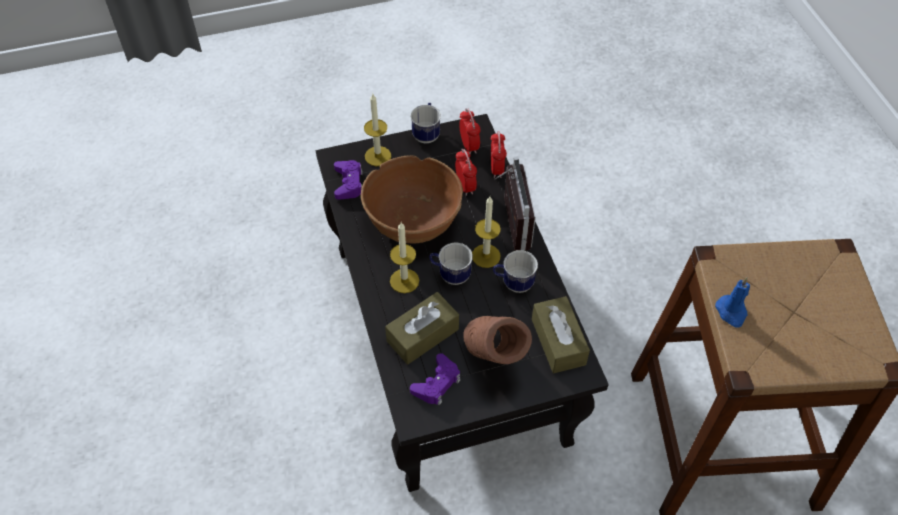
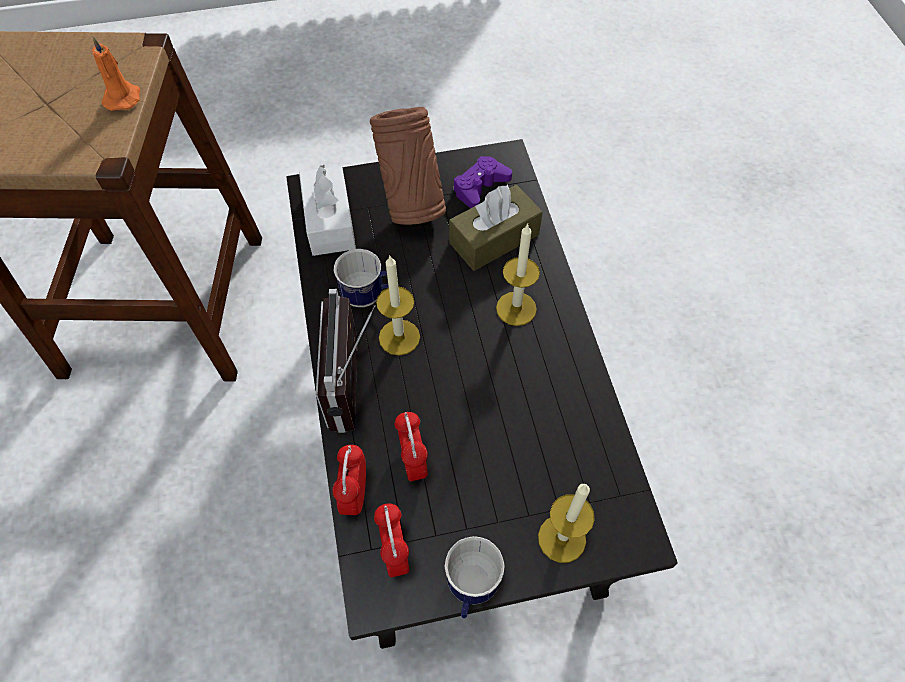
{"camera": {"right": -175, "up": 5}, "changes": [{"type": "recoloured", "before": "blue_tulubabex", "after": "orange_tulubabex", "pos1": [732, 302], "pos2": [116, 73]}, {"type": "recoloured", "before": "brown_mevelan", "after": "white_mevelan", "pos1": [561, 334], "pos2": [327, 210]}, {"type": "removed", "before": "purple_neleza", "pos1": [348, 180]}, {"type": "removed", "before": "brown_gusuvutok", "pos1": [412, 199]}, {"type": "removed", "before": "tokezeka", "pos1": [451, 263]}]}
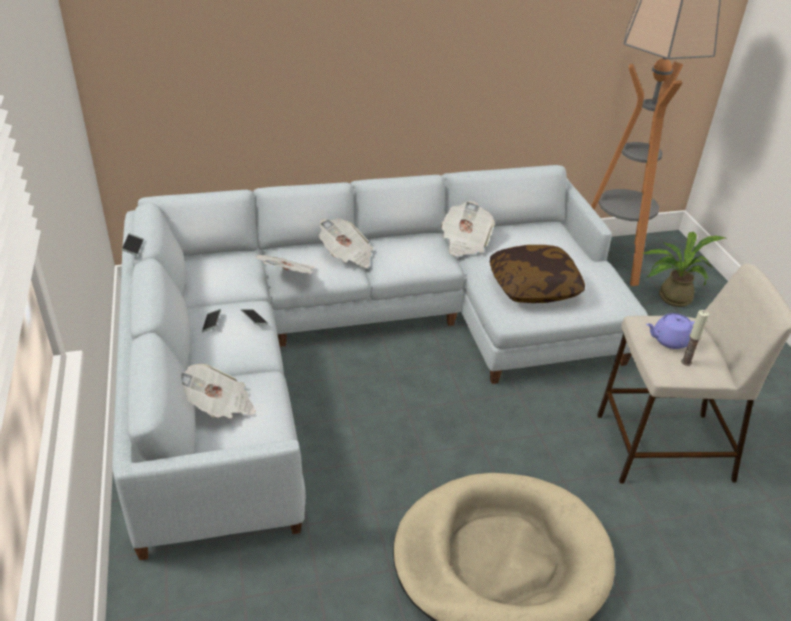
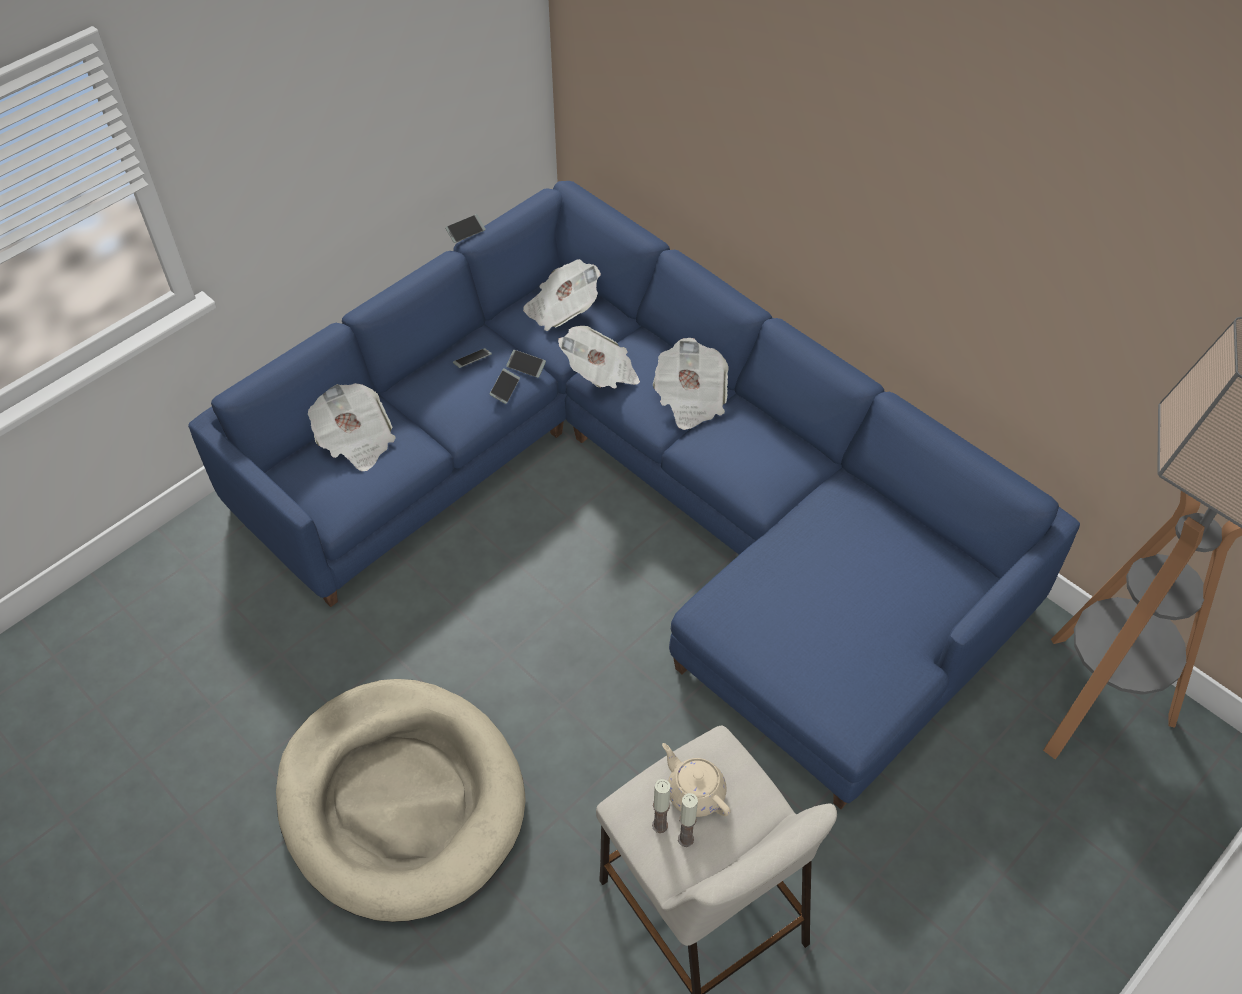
{"camera": {"right": 60, "up": 15}, "changes": [{"type": "recoloured", "before": "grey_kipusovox", "after": "blue_kipusovox", "pos1": [380, 362], "pos2": [634, 495]}, {"type": "added", "after": "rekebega", "pos2": [526, 364]}, {"type": "moved", "before": "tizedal", "pos1": [468, 228], "pos2": [562, 295]}, {"type": "recoloured", "before": "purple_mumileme", "after": "beige_mumileme", "pos1": [670, 331], "pos2": [696, 780]}, {"type": "added", "after": "tulubabex", "pos2": [688, 820]}, {"type": "removed", "before": "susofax", "pos1": [537, 274]}, {"type": "removed", "before": "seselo", "pos1": [684, 269]}]}
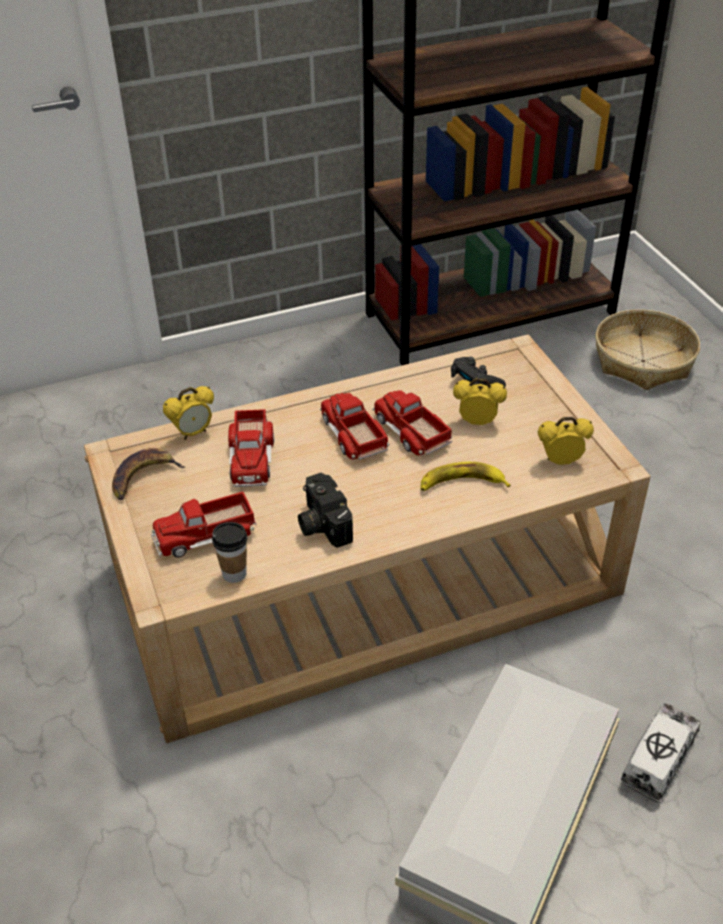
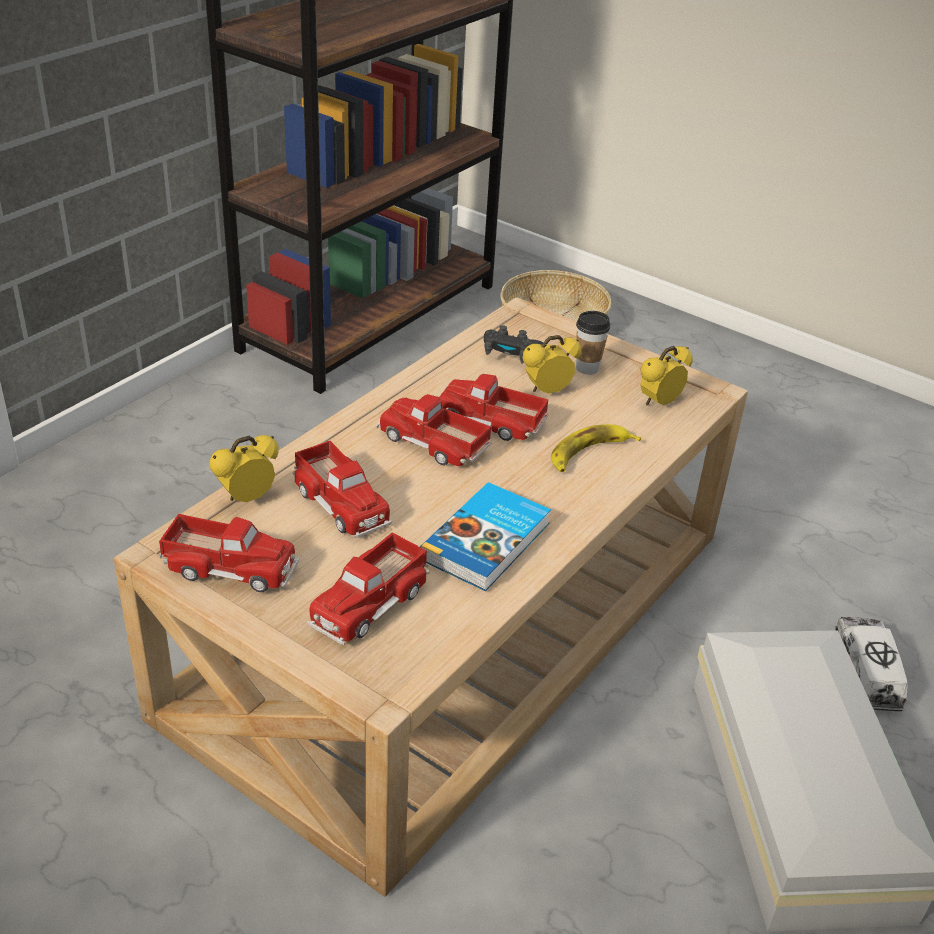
{"camera": {"right": -35, "up": -5}, "changes": [{"type": "replaced", "before": "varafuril", "after": "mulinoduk", "pos1": [148, 474], "pos2": [229, 553]}, {"type": "turned", "before": "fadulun", "pos1": [188, 413], "pos2": [244, 468], "turn": -150}, {"type": "replaced", "before": "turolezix", "after": "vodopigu", "pos1": [325, 510], "pos2": [485, 536]}, {"type": "moved", "before": "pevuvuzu", "pos1": [229, 552], "pos2": [593, 343]}]}
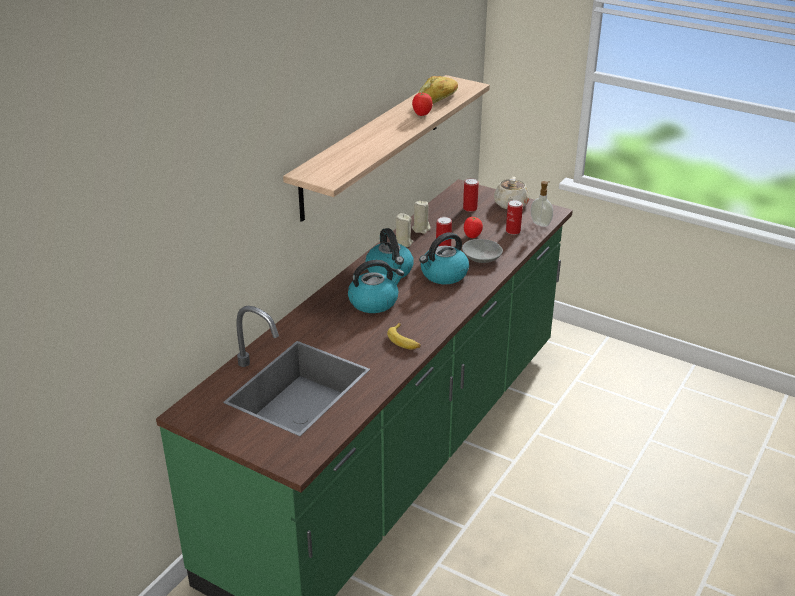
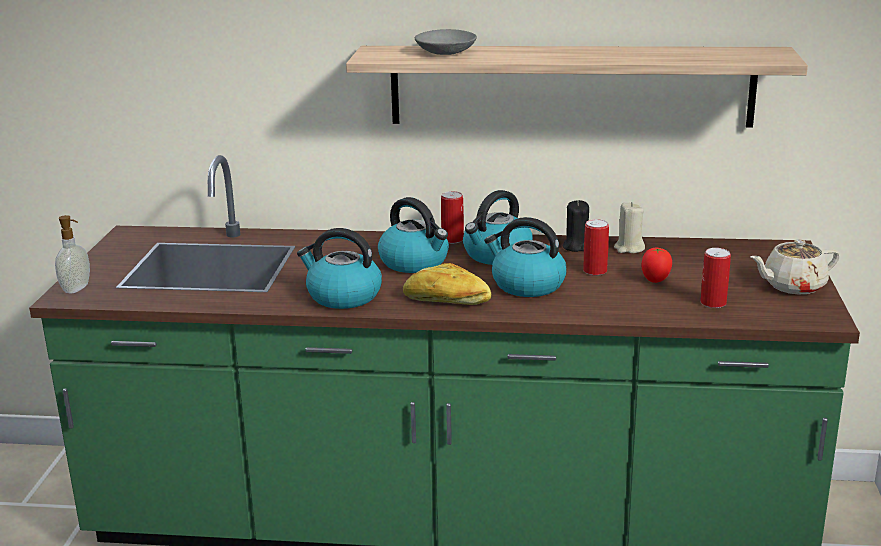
{"camera": {"right": 65, "up": -10}, "changes": [{"type": "moved", "before": "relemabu", "pos1": [542, 204], "pos2": [72, 254]}, {"type": "replaced", "before": "varafuril", "after": "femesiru", "pos1": [404, 336], "pos2": [339, 268]}, {"type": "moved", "before": "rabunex", "pos1": [438, 90], "pos2": [447, 284]}, {"type": "moved", "before": "grey_gusuvutok", "pos1": [482, 251], "pos2": [446, 42]}, {"type": "moved", "before": "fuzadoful", "pos1": [470, 195], "pos2": [452, 217]}, {"type": "recoloured", "before": "beige_tulubabex", "after": "black_tulubabex", "pos1": [404, 230], "pos2": [576, 226]}, {"type": "removed", "before": "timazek", "pos1": [422, 104]}]}
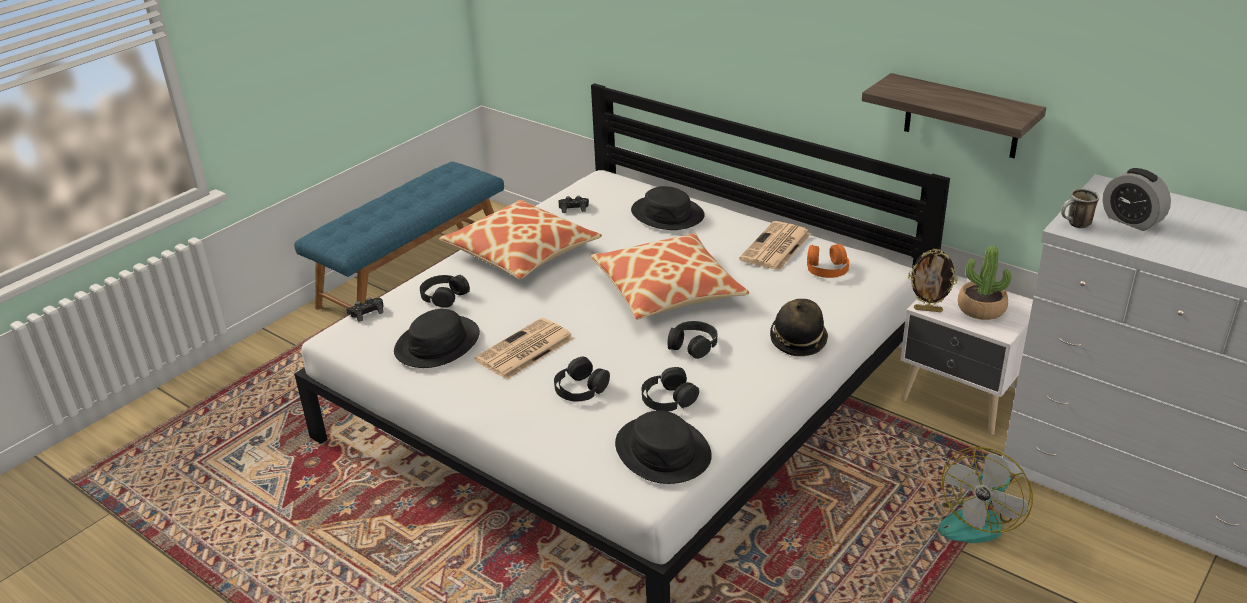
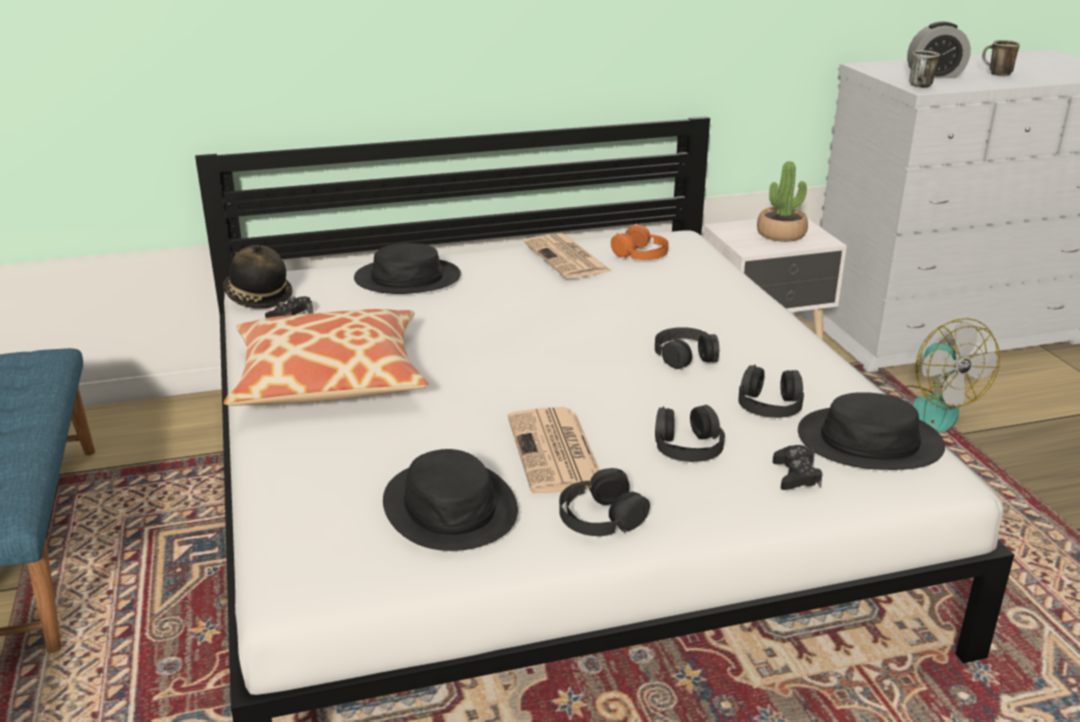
{"camera": {"right": -55, "up": -5}, "changes": [{"type": "moved", "before": "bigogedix", "pos1": [799, 327], "pos2": [258, 277]}, {"type": "moved", "before": "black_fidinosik", "pos1": [445, 291], "pos2": [604, 502]}, {"type": "moved", "before": "black_neleza", "pos1": [365, 309], "pos2": [798, 467]}, {"type": "added", "after": "tokezeka", "pos2": [1001, 58]}, {"type": "removed", "before": "susofax", "pos1": [669, 276]}, {"type": "removed", "before": "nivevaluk", "pos1": [954, 115]}, {"type": "removed", "before": "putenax", "pos1": [933, 280]}]}
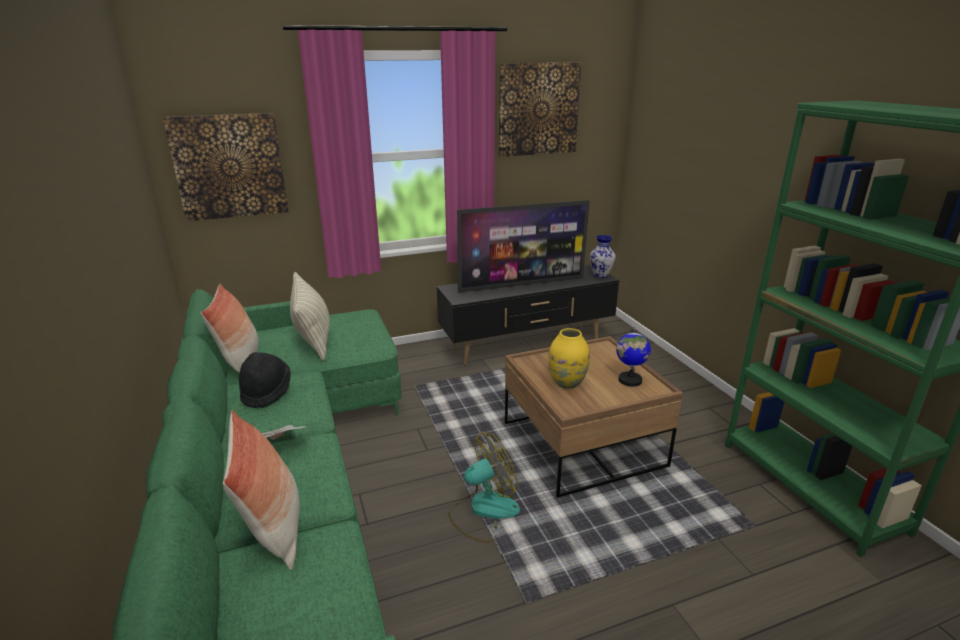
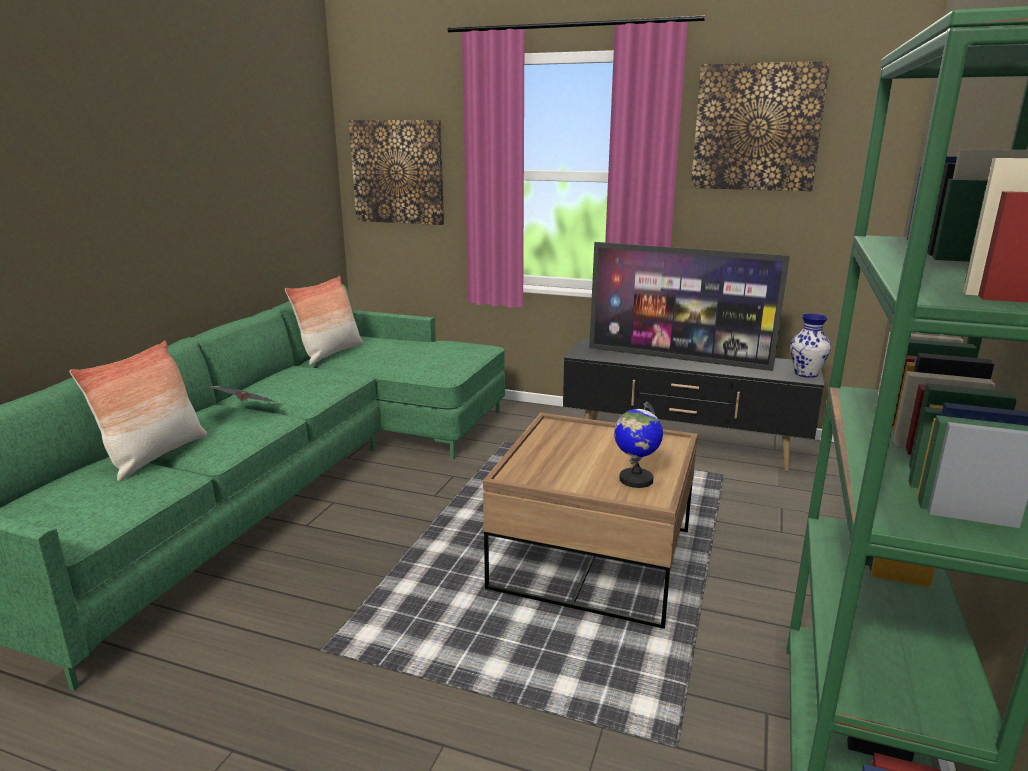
{"camera": {"right": 40, "up": -5}, "changes": [{"type": "removed", "before": "black_bigogedix", "pos1": [265, 380]}, {"type": "removed", "before": "susofax", "pos1": [310, 316]}, {"type": "removed", "before": "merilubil", "pos1": [484, 487]}, {"type": "removed", "before": "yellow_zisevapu", "pos1": [569, 358]}]}
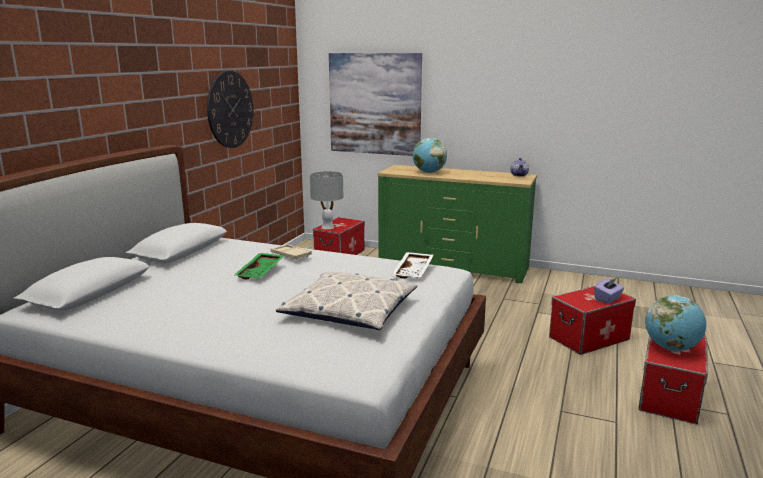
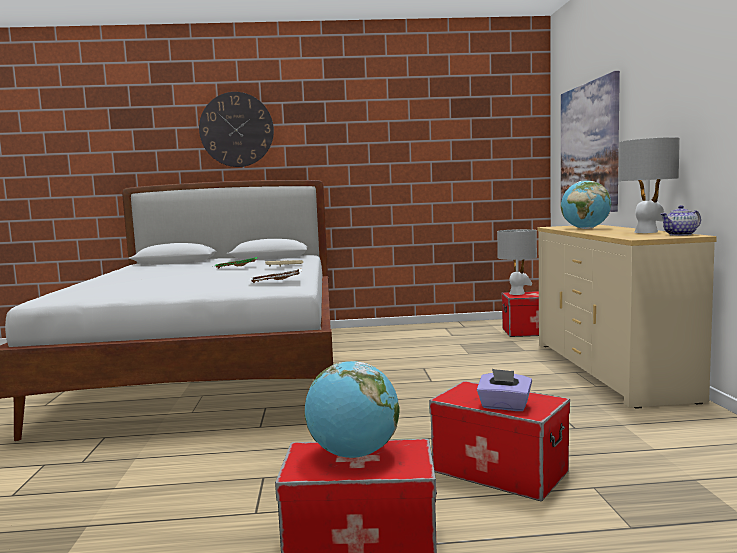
{"camera": {"right": 65, "up": -10}, "changes": [{"type": "moved", "before": "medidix", "pos1": [230, 109], "pos2": [236, 129]}, {"type": "recoloured", "before": "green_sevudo", "after": "beige_sevudo", "pos1": [457, 224], "pos2": [627, 317]}, {"type": "added", "after": "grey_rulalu", "pos2": [649, 185]}, {"type": "removed", "before": "susofax", "pos1": [346, 301]}]}
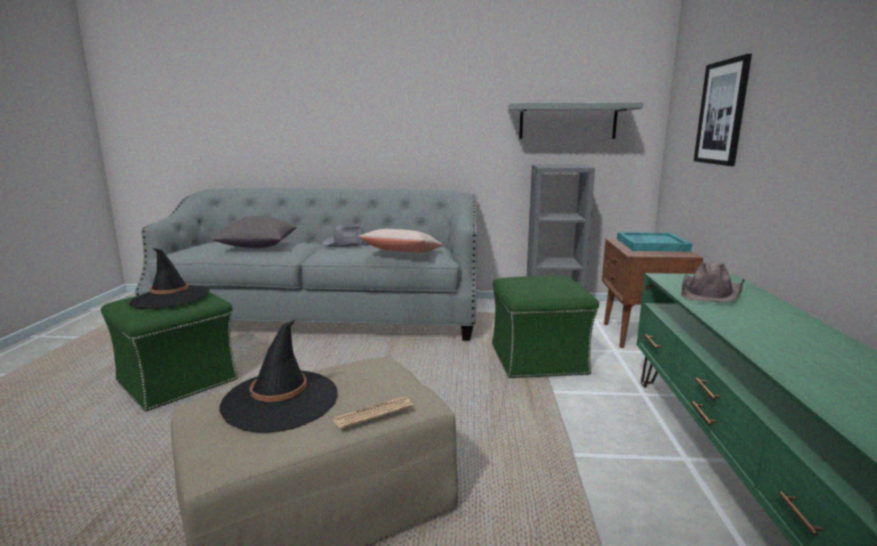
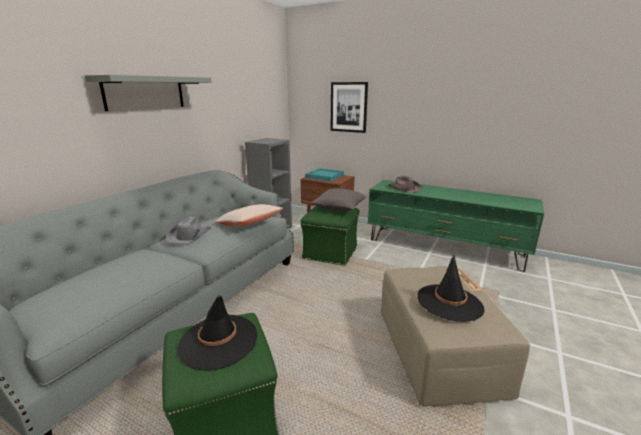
{"camera": {"right": -65, "up": 5}, "changes": [{"type": "moved", "before": "grey_nivevaluk", "pos1": [575, 120], "pos2": [148, 93]}, {"type": "moved", "before": "grey_susofax", "pos1": [254, 232], "pos2": [339, 199]}]}
